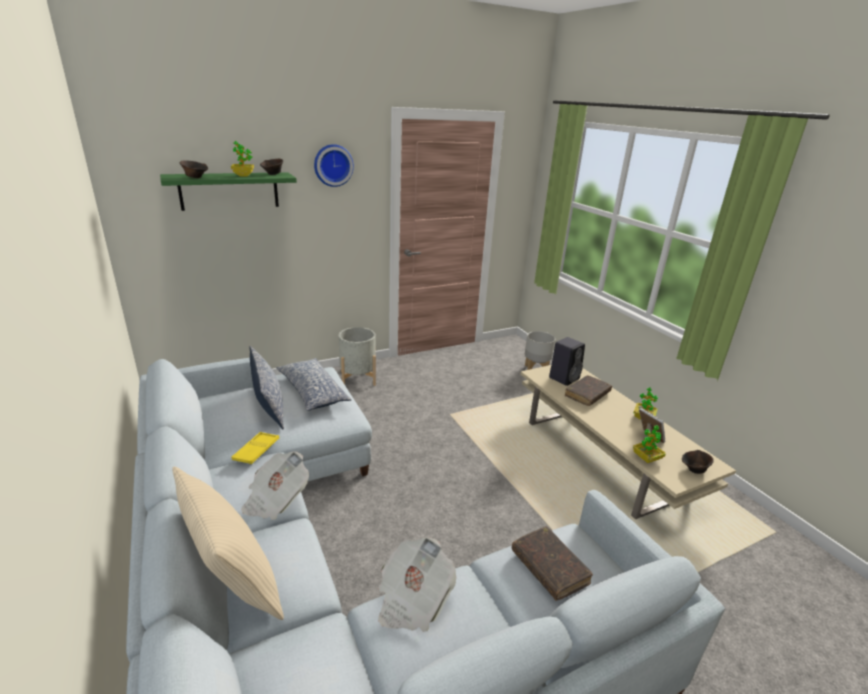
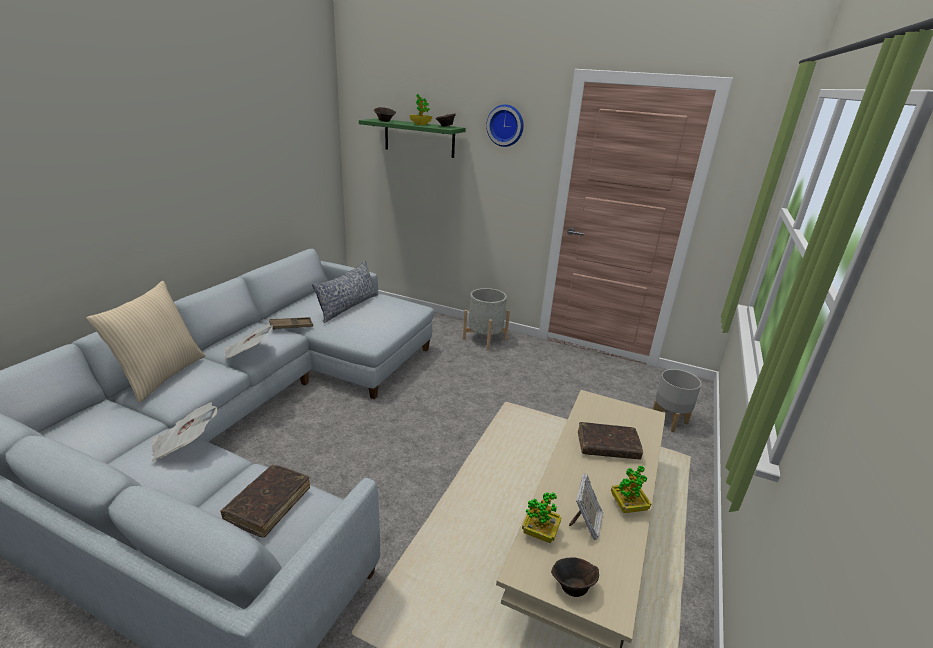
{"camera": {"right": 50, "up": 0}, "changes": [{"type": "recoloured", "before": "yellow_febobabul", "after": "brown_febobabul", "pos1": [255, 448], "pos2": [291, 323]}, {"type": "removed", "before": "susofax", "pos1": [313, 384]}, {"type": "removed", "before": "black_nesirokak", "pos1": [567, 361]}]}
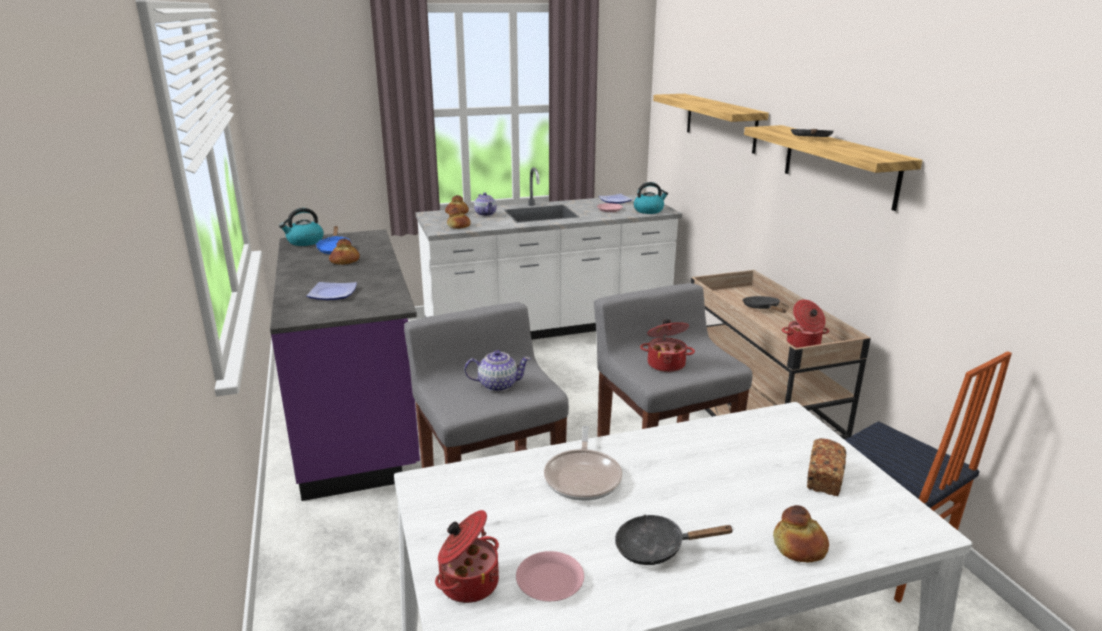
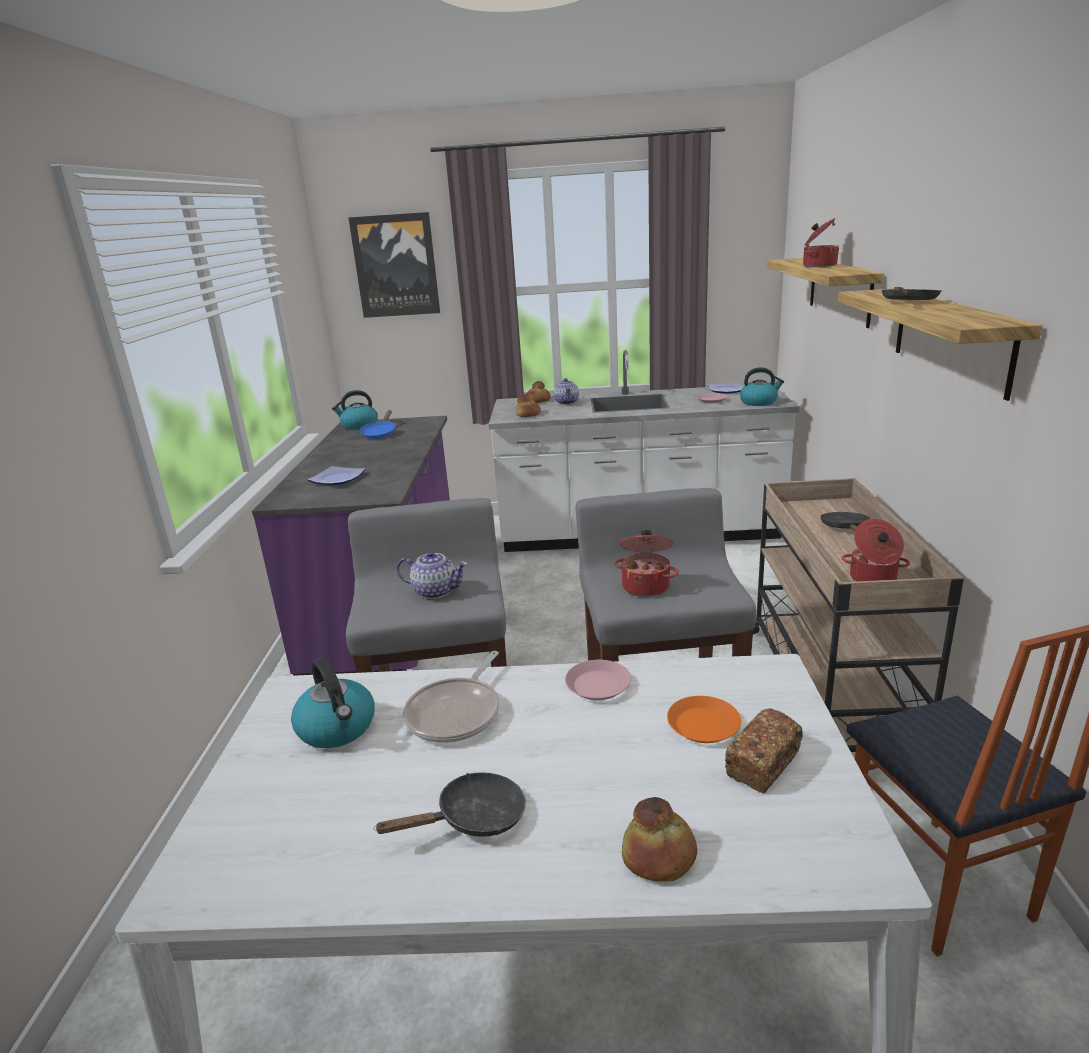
{"camera": {"right": 20, "up": 0}, "changes": [{"type": "added", "after": "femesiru", "pos2": [333, 703]}, {"type": "added", "after": "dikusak", "pos2": [394, 265]}, {"type": "turned", "before": "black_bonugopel", "pos1": [674, 540], "pos2": [450, 804], "turn": 135}, {"type": "moved", "before": "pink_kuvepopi", "pos1": [550, 576], "pos2": [598, 680]}, {"type": "added", "after": "orange_kuvepopi", "pos2": [704, 719]}, {"type": "moved", "before": "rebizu", "pos1": [467, 556], "pos2": [821, 242]}, {"type": "removed", "before": "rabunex", "pos1": [344, 251]}]}
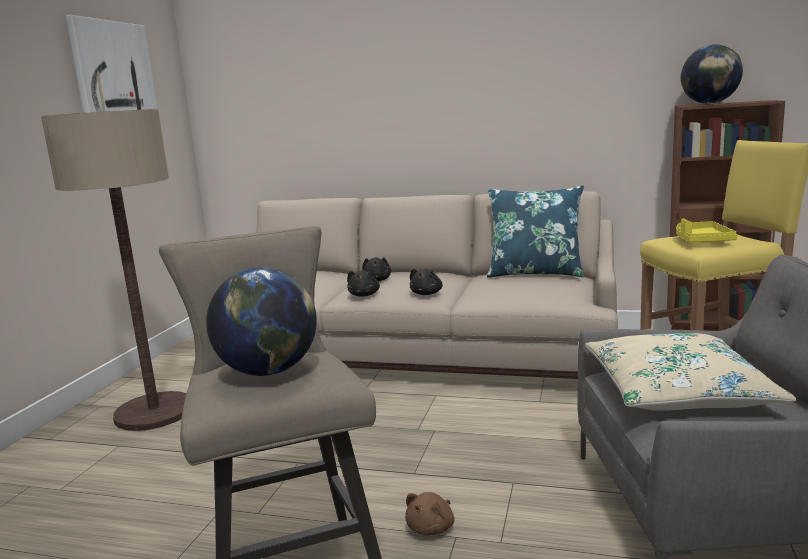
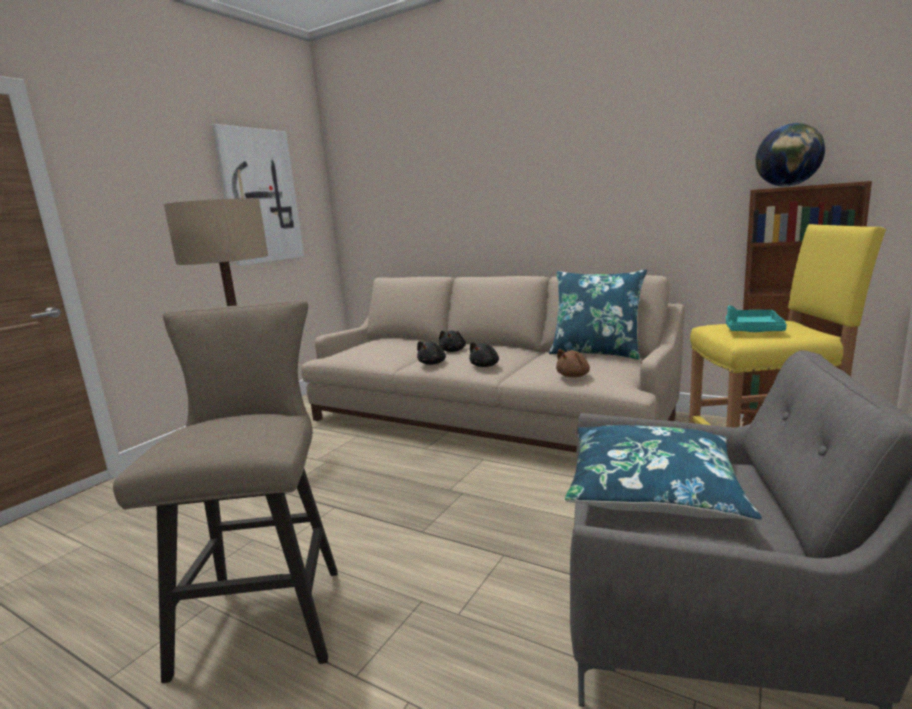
{"camera": {"right": 15, "up": 0}, "changes": [{"type": "moved", "before": "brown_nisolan", "pos1": [430, 513], "pos2": [573, 363]}, {"type": "recoloured", "before": "beige_susofax", "after": "blue_susofax", "pos1": [691, 372], "pos2": [663, 473]}, {"type": "recoloured", "before": "yellow_febobabul", "after": "turquoise_febobabul", "pos1": [706, 231], "pos2": [756, 319]}, {"type": "removed", "before": "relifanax", "pos1": [261, 321]}]}
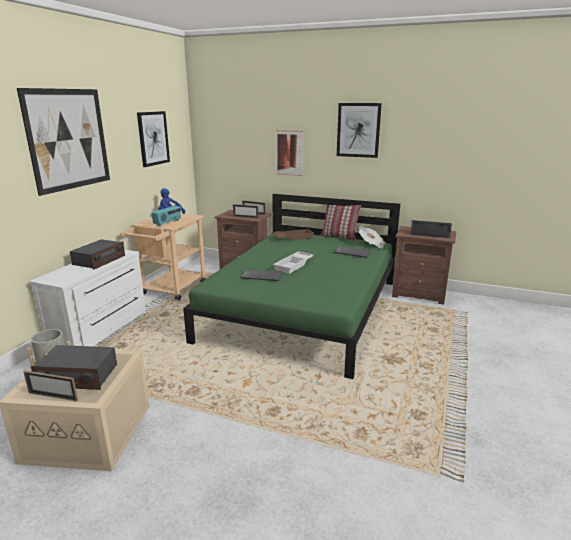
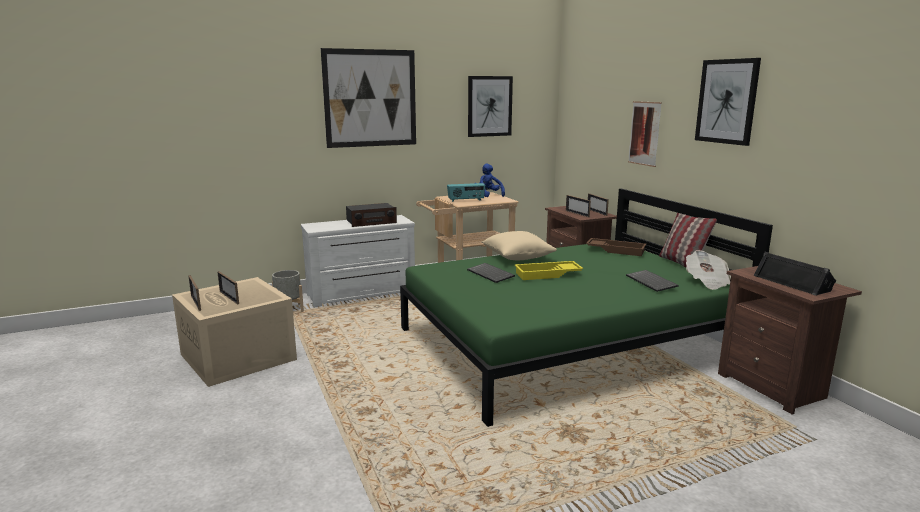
{"camera": {"right": 45, "up": -5}, "changes": [{"type": "replaced", "before": "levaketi", "after": "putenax", "pos1": [74, 367], "pos2": [228, 287]}, {"type": "added", "after": "beige_susofax", "pos2": [519, 245]}, {"type": "recoloured", "before": "white_febobabul", "after": "yellow_febobabul", "pos1": [293, 262], "pos2": [549, 270]}]}
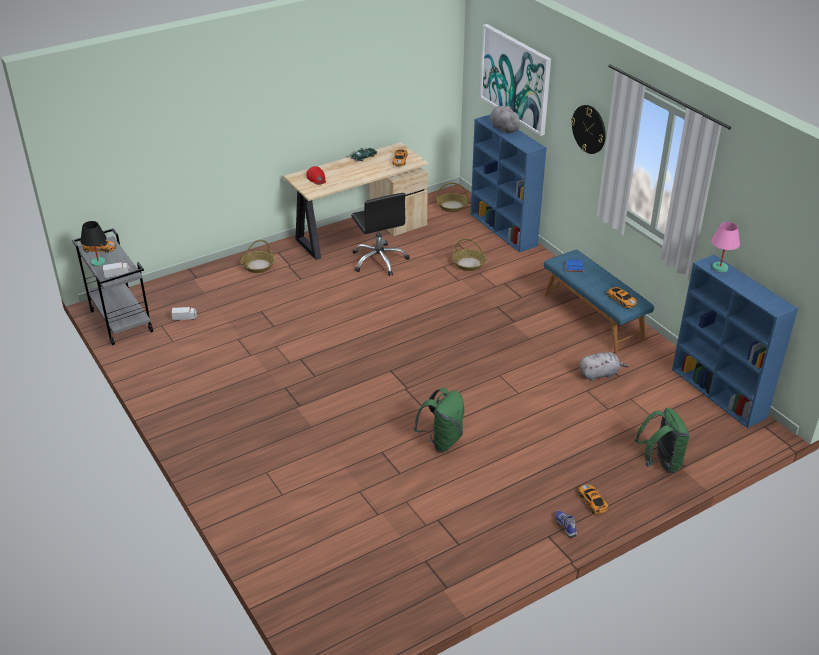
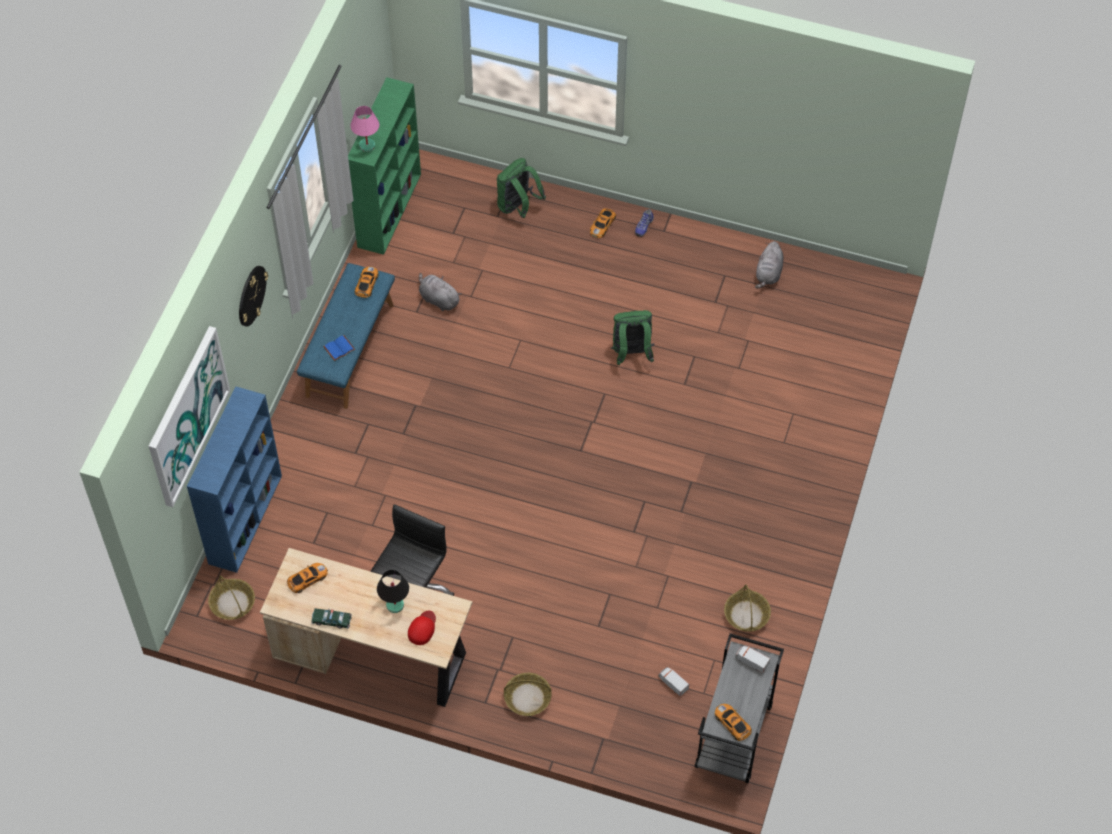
{"camera": {"right": -130, "up": 20}, "changes": [{"type": "recoloured", "before": "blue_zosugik", "after": "green_zosugik", "pos1": [735, 341], "pos2": [384, 166]}, {"type": "moved", "before": "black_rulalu", "pos1": [93, 244], "pos2": [393, 591]}, {"type": "moved", "before": "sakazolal", "pos1": [469, 254], "pos2": [747, 608]}, {"type": "moved", "before": "grey_nisolan", "pos1": [506, 120], "pos2": [769, 265]}]}
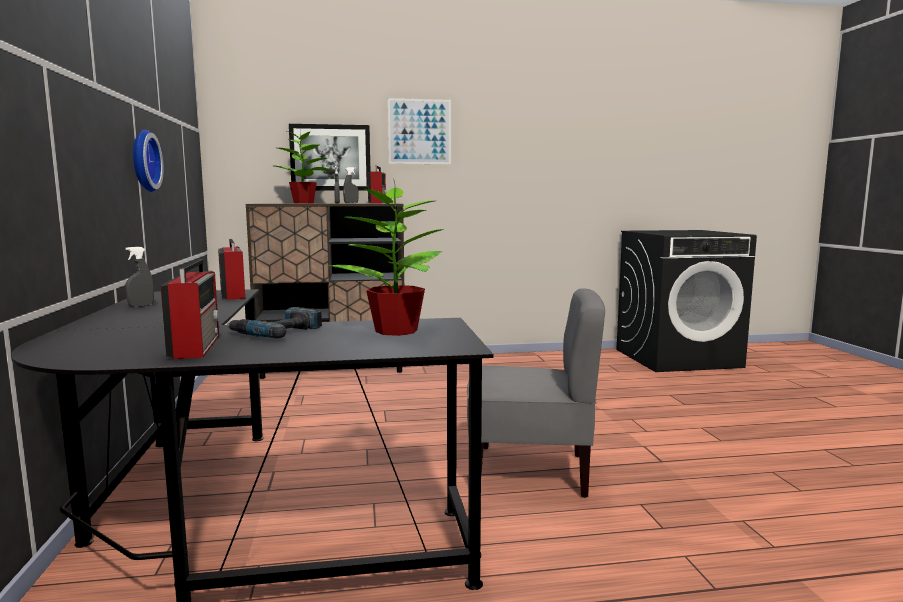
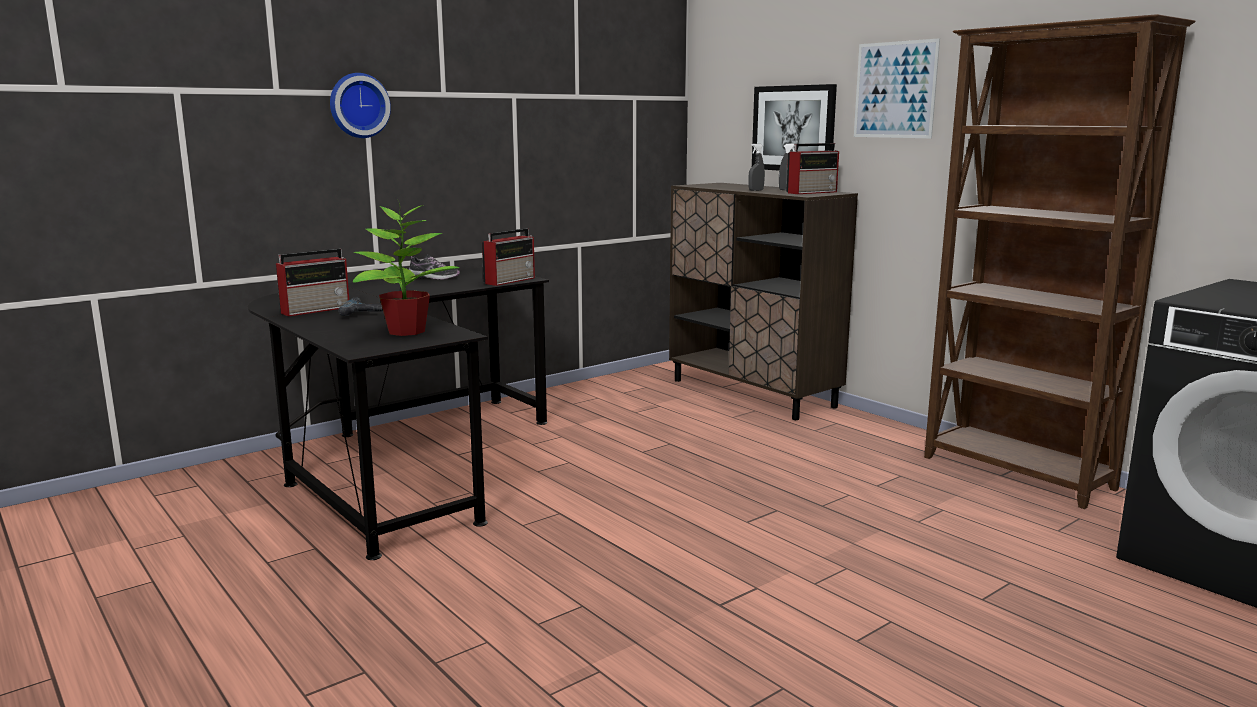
{"camera": {"right": 60, "up": 5}, "changes": [{"type": "moved", "before": "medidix", "pos1": [148, 161], "pos2": [360, 105]}, {"type": "replaced", "before": "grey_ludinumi", "after": "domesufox", "pos1": [139, 277], "pos2": [434, 267]}, {"type": "added", "after": "brown_zosugik", "pos2": [1060, 261]}, {"type": "removed", "before": "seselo", "pos1": [301, 165]}, {"type": "removed", "before": "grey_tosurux", "pos1": [536, 393]}]}
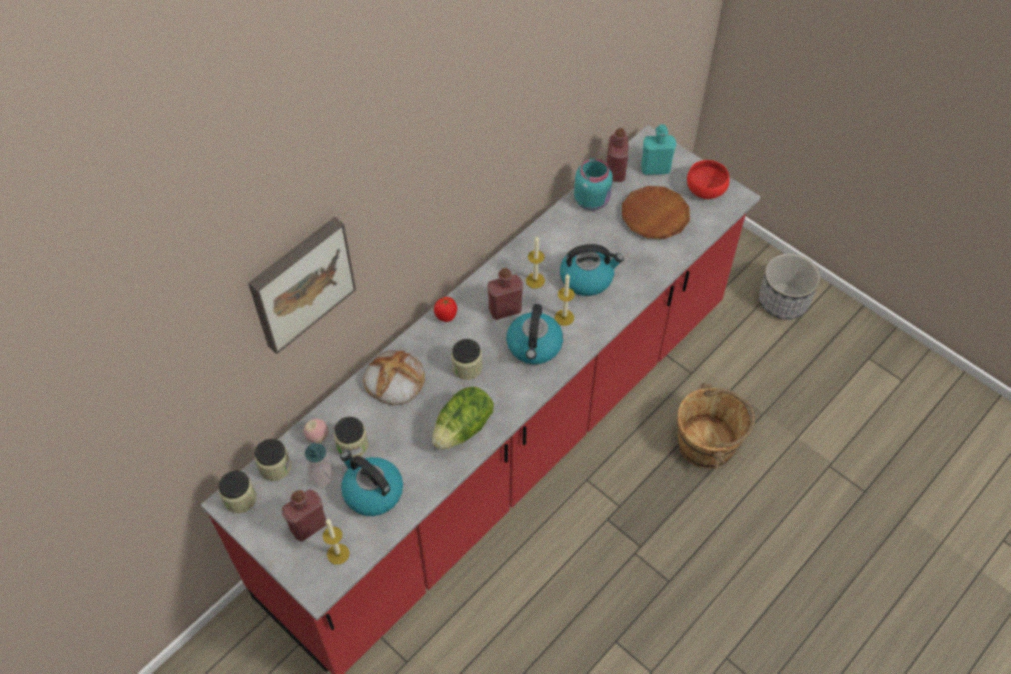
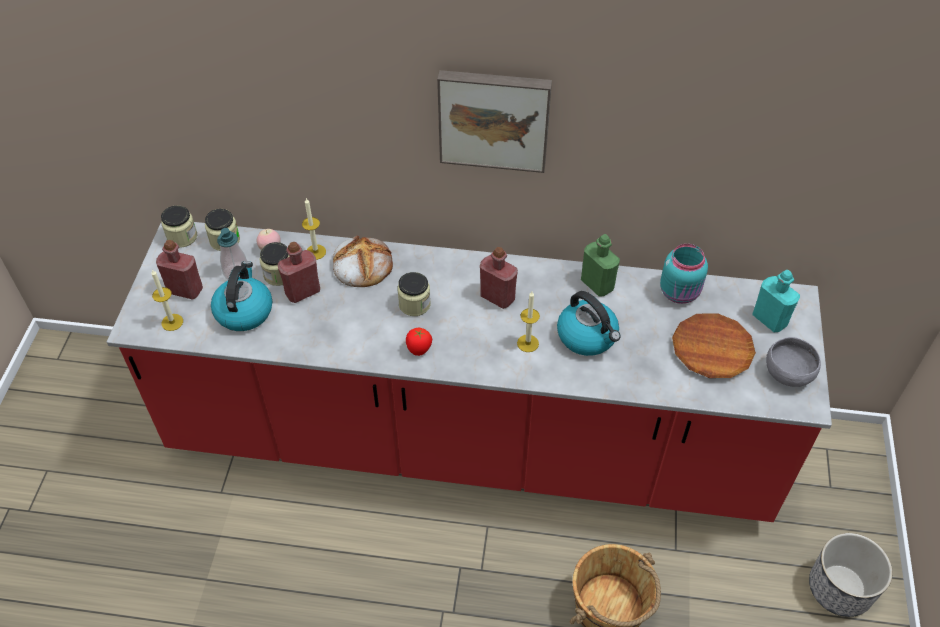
{"camera": {"right": 55, "up": -5}, "changes": [{"type": "moved", "before": "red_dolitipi", "pos1": [617, 155], "pos2": [299, 272]}, {"type": "moved", "before": "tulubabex", "pos1": [535, 262], "pos2": [314, 229]}, {"type": "moved", "before": "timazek", "pos1": [445, 309], "pos2": [419, 342]}, {"type": "moved", "before": "dikusak", "pos1": [302, 285], "pos2": [494, 121]}, {"type": "added", "after": "green_dolitipi", "pos2": [600, 265]}, {"type": "recoloured", "before": "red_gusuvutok", "after": "grey_gusuvutok", "pos1": [708, 179], "pos2": [793, 362]}, {"type": "removed", "before": "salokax", "pos1": [463, 418]}, {"type": "removed", "before": "femesiru", "pos1": [535, 334]}]}
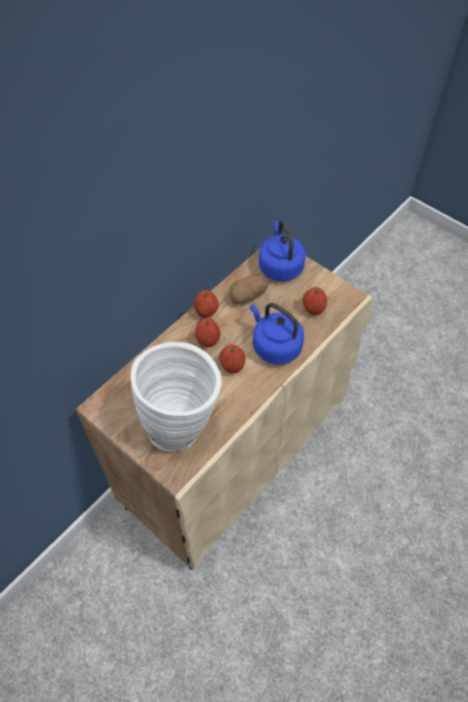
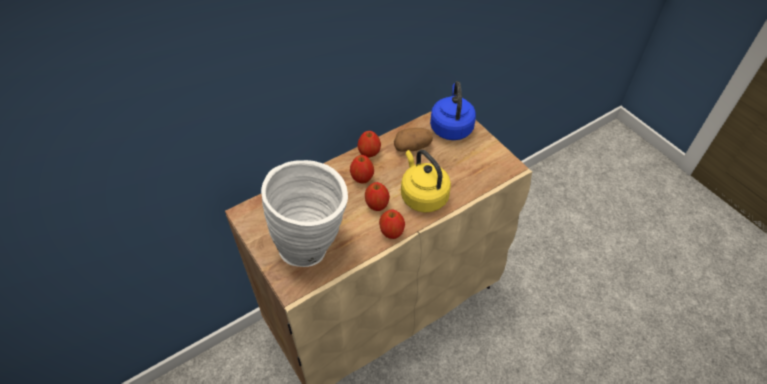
{"camera": {"right": 15, "up": -5}, "changes": [{"type": "moved", "before": "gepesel", "pos1": [314, 301], "pos2": [392, 224]}, {"type": "recoloured", "before": "blue_femesiru", "after": "yellow_femesiru", "pos1": [277, 334], "pos2": [426, 181]}]}
